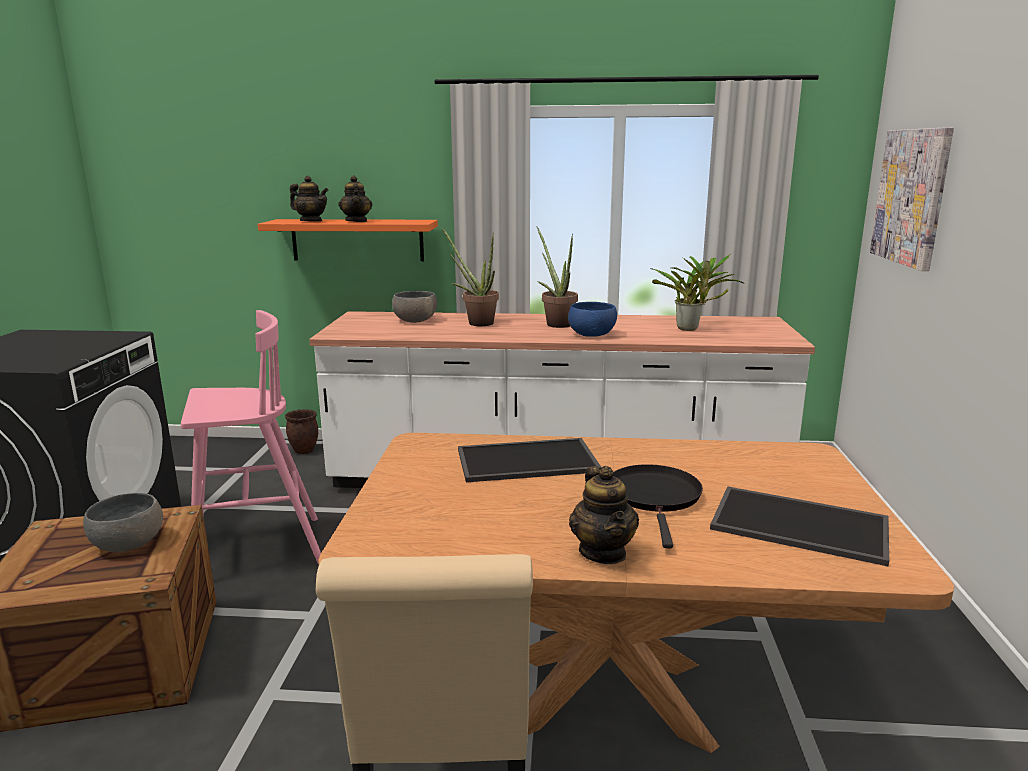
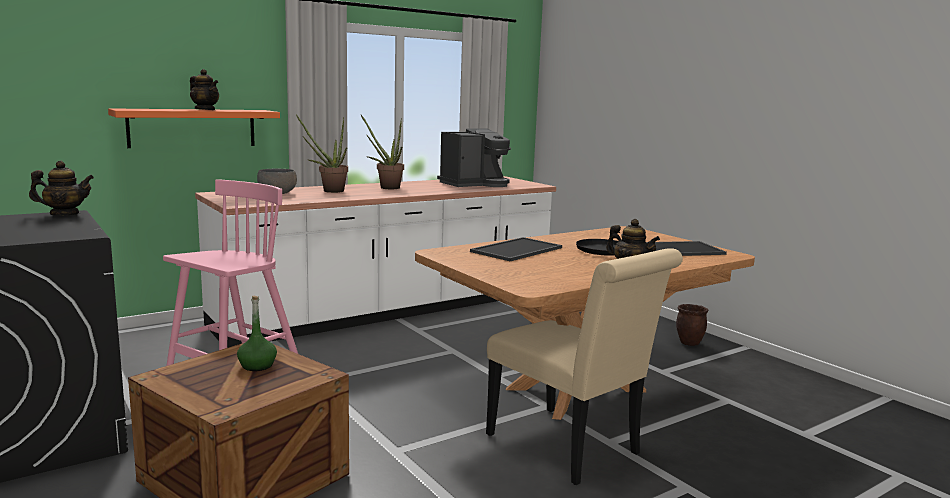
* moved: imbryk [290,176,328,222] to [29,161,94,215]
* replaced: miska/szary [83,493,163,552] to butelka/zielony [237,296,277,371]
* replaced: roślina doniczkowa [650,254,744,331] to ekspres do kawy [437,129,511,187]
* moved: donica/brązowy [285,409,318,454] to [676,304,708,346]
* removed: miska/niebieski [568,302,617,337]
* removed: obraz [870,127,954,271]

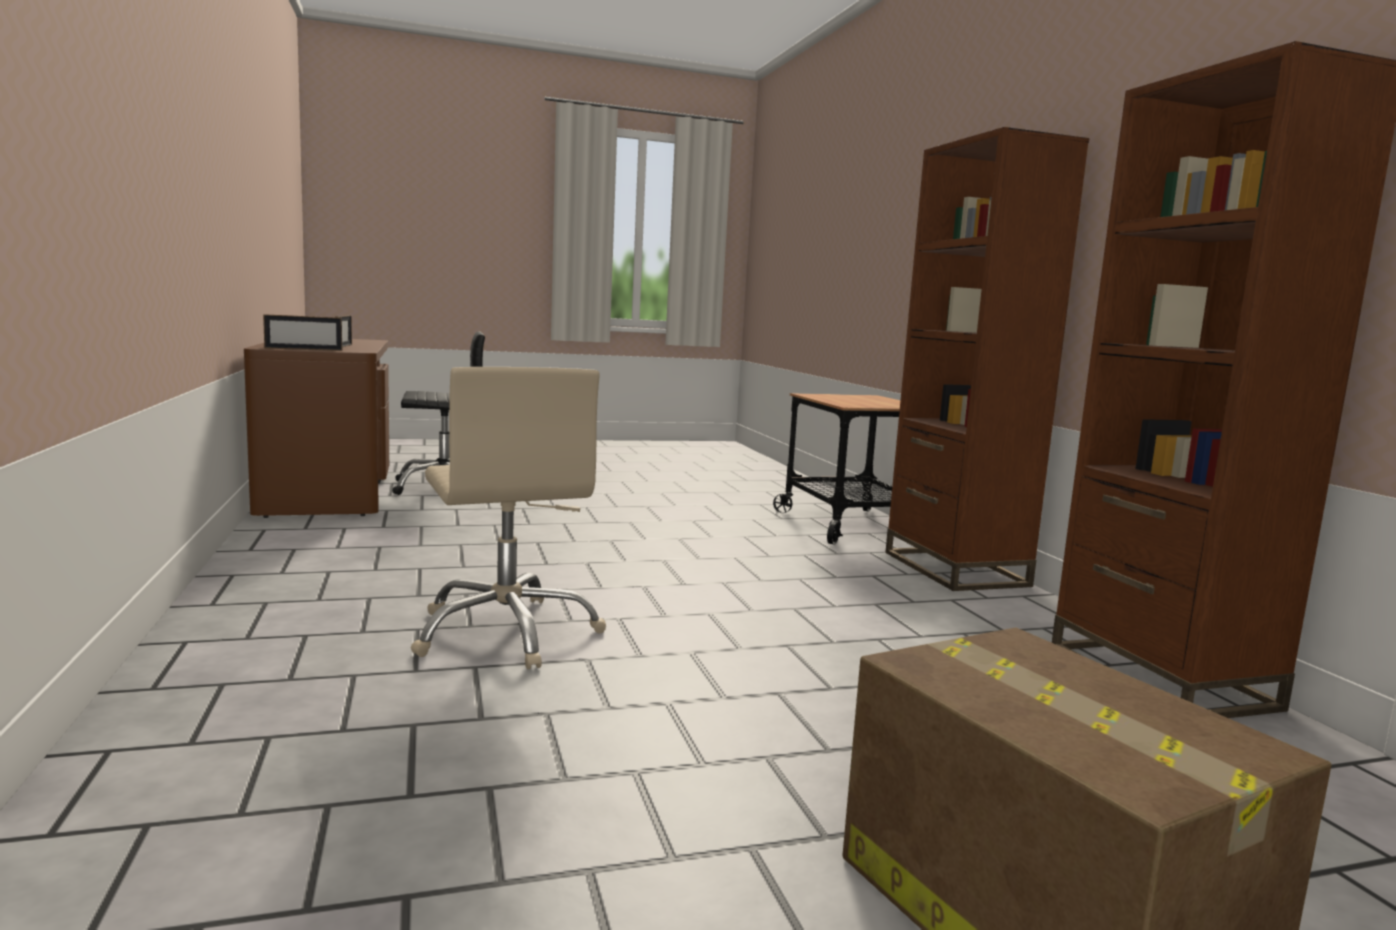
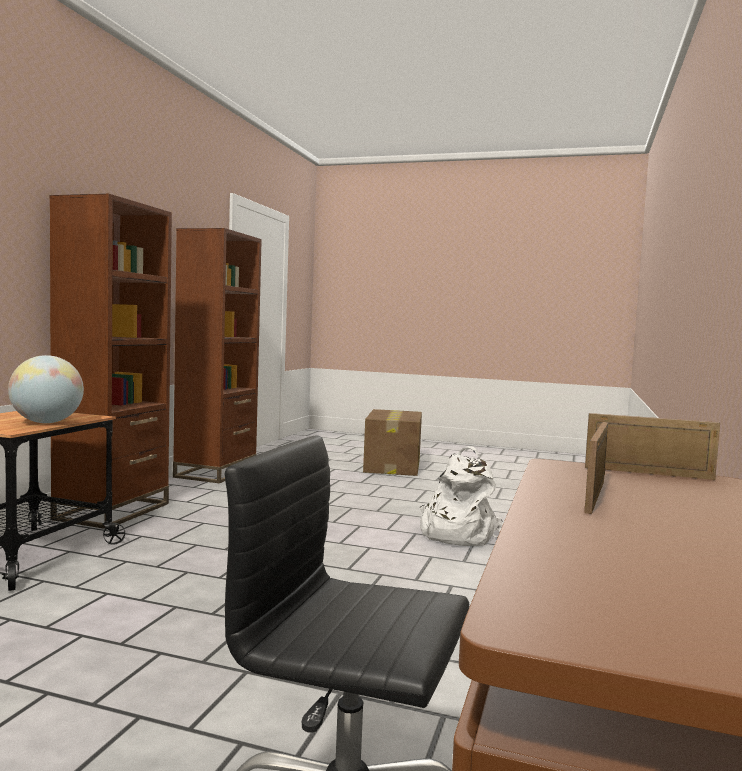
* added: globus [8,355,84,423]
* replaced: krzesło biurowe/beżowy [411,367,606,669] to plecak/biały [420,446,503,546]

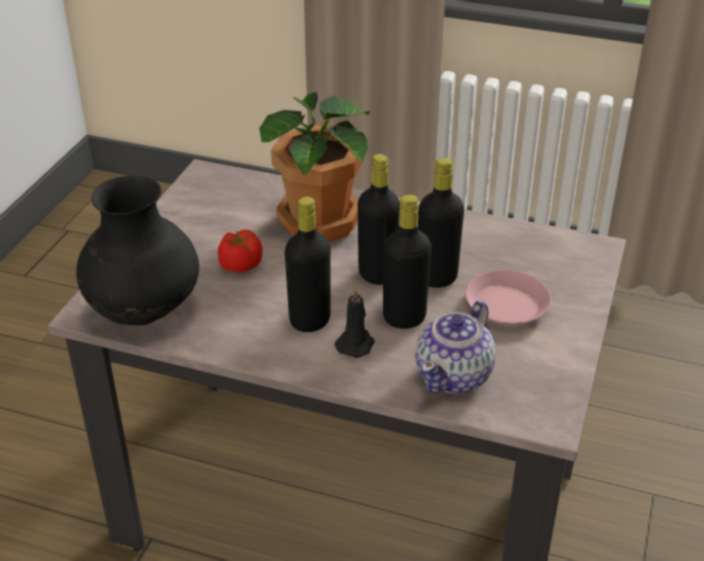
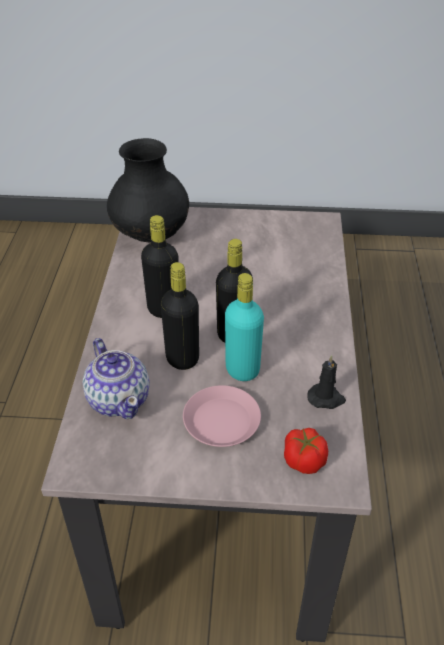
* turned: imbryk [415,301,495,394] = [82,338,150,419] 135 degrees counterclockwise
* recoloured: butelka/czarny [418,158,464,288] to butelka/turkusowy [225,273,264,381]
* moved: pomidor [218,230,263,273] to [284,428,328,474]
* moved: świeca/czarny [335,287,375,358] to [307,355,346,409]
* removed: roślina doniczkowa [259,92,370,242]

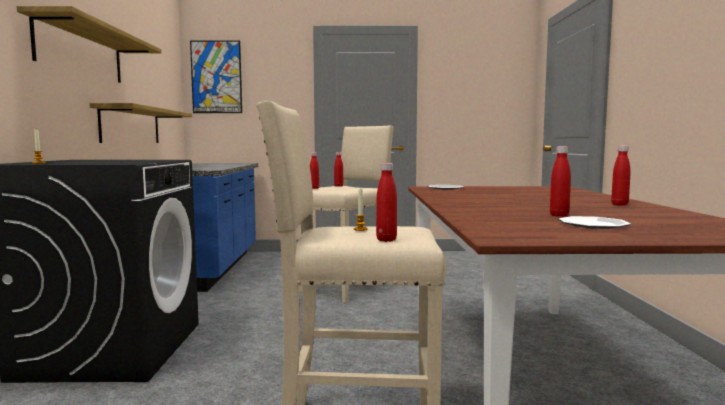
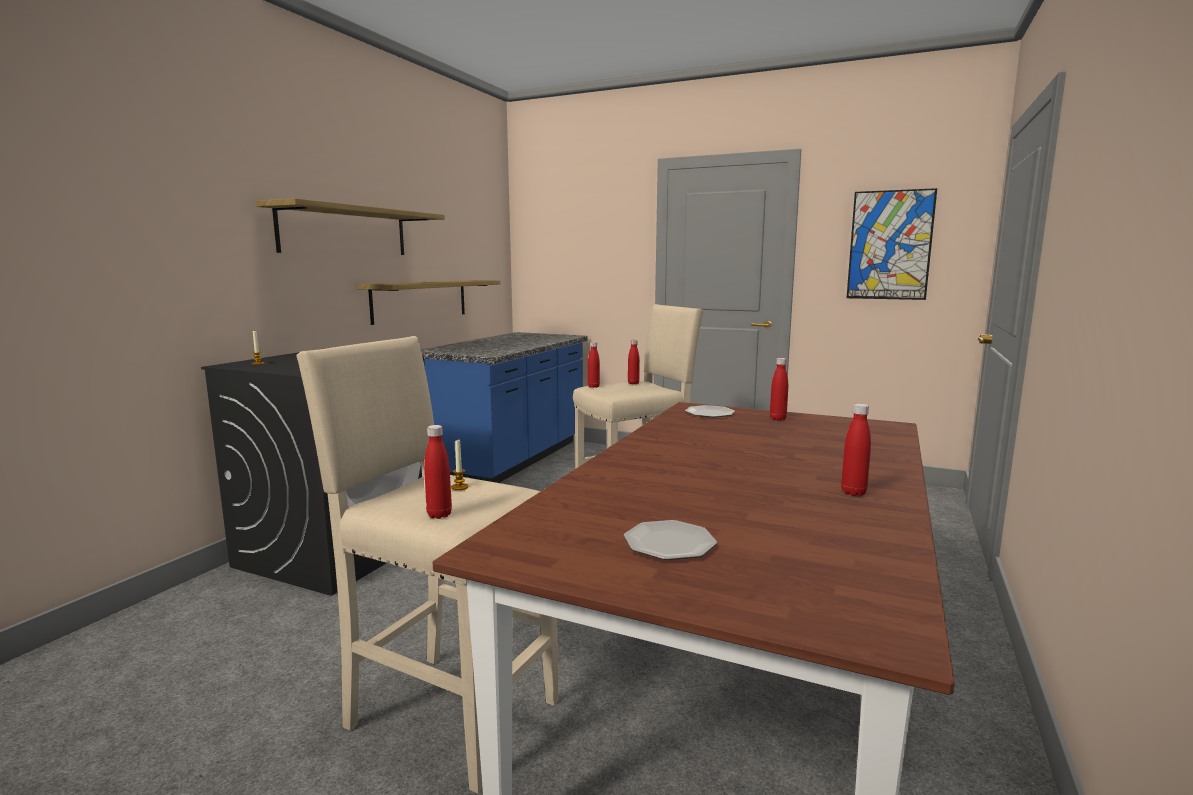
* moved: butelka/czerwony [550,146,571,217] to [770,358,788,421]
* moved: obraz [190,41,242,113] to [847,188,937,300]

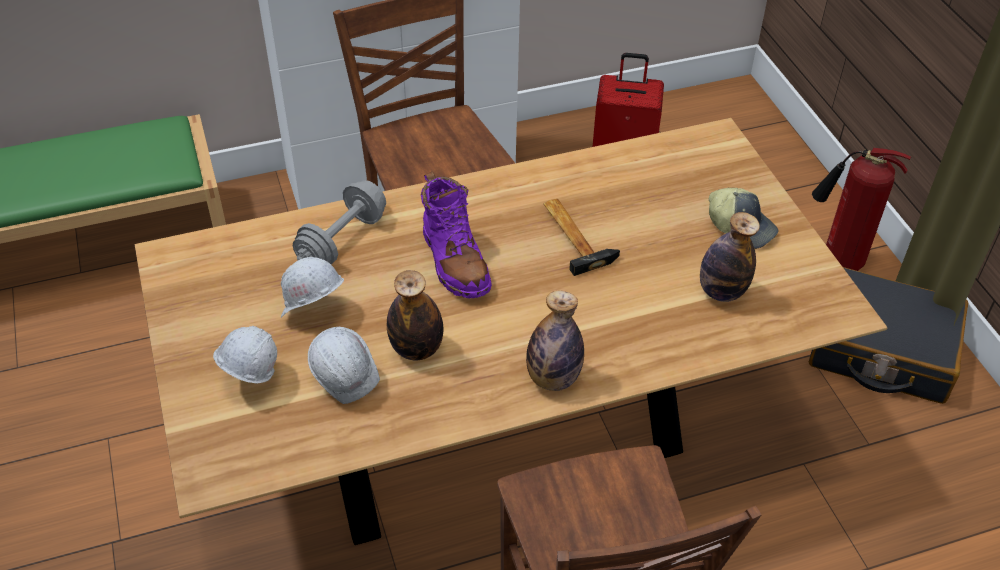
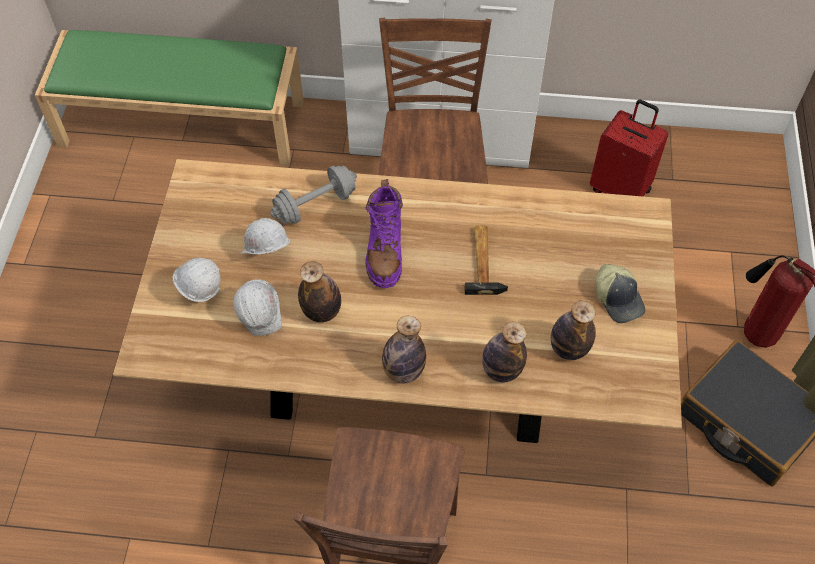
* added: butelka [482,321,527,382]

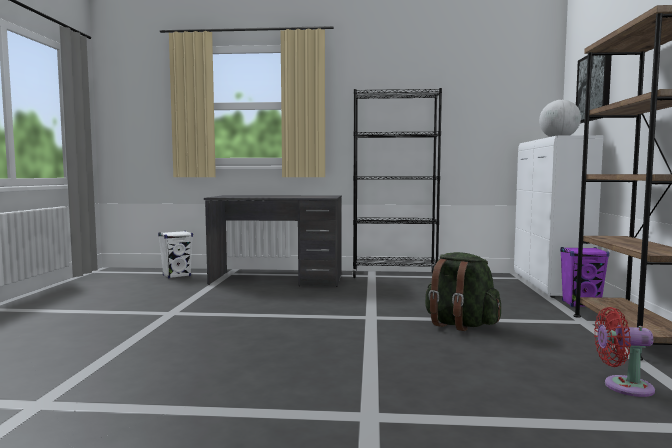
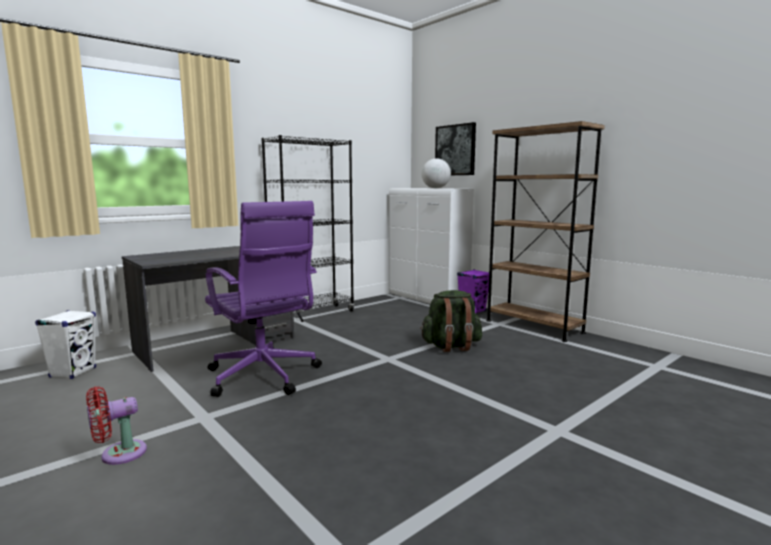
* moved: wentylator/czerwony [594,307,655,397] to [86,386,147,465]
* added: krzesło biurowe/fioletowy [205,201,322,397]

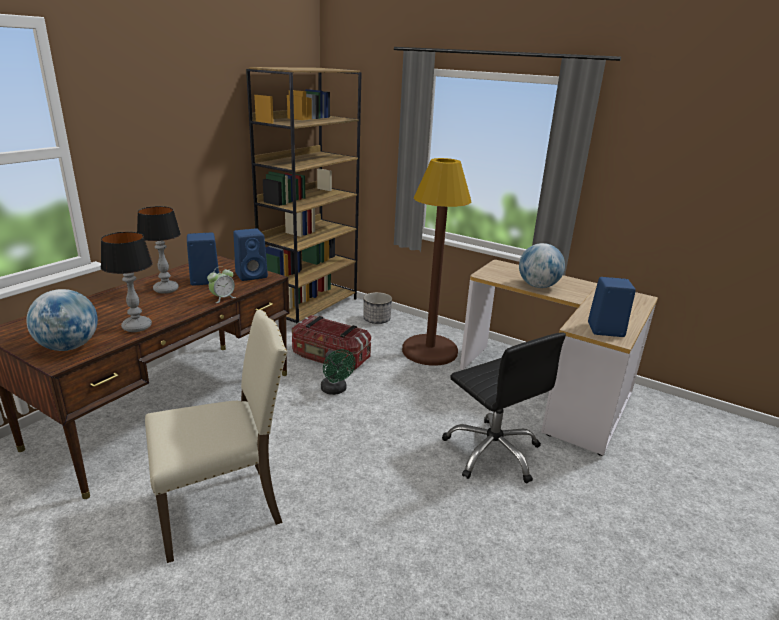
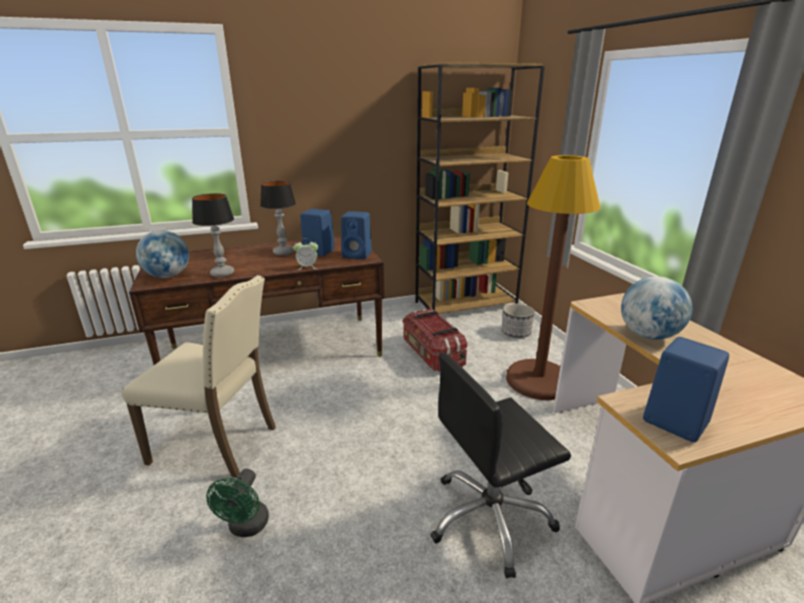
* moved: wentylator/zielony [321,349,355,395] to [206,469,269,537]
* turned: krzesło biurowe/czarny [442,332,566,483] = [430,353,571,579] 60 degrees clockwise

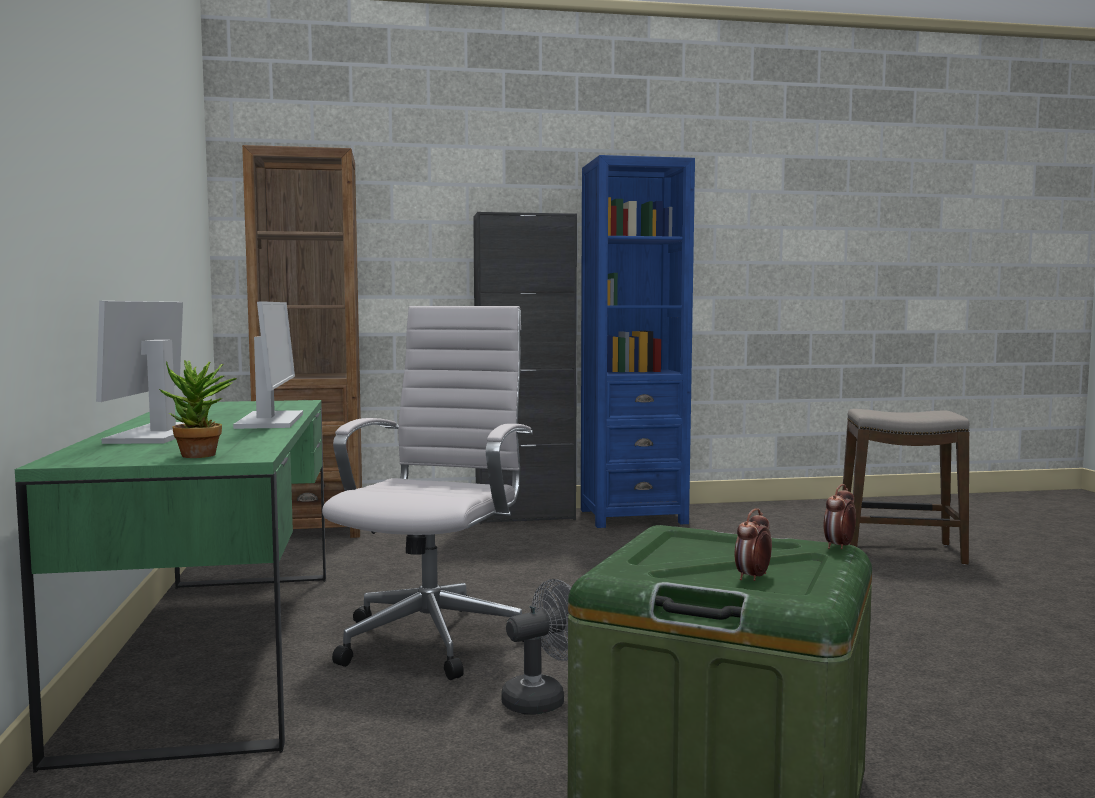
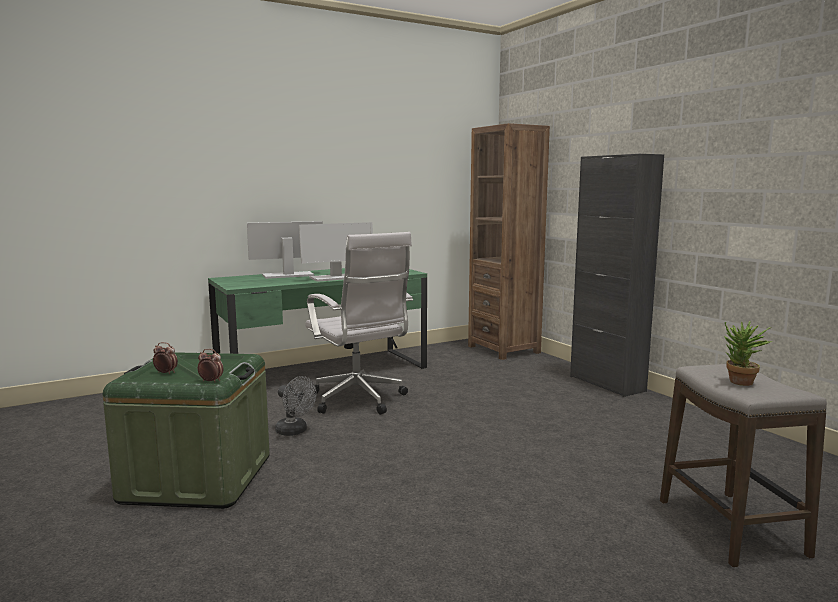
* turned: krzesło biurowe/biały [322,306,533,680] = [305,232,413,415] 60 degrees clockwise
* moved: roślina doniczkowa [159,360,237,458] to [724,321,773,386]
* removed: regał/niebieski [581,155,695,528]

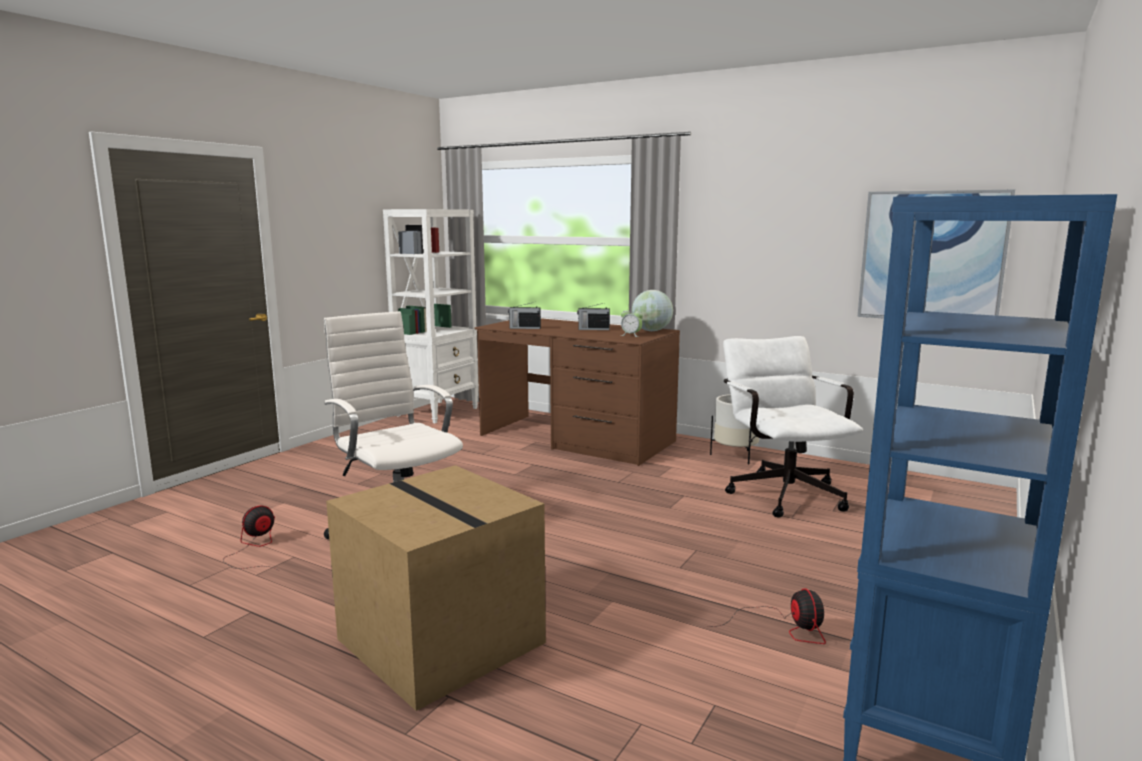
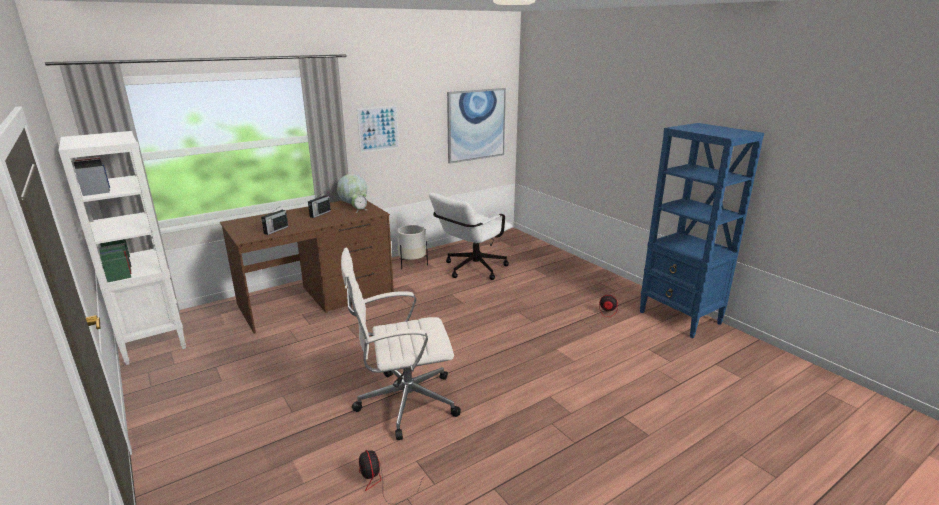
* added: obraz [357,105,399,153]
* turned: krzesło biurowe/biały [723,336,863,518] = [429,193,512,280] 60 degrees counterclockwise
* removed: karton [326,465,546,711]

